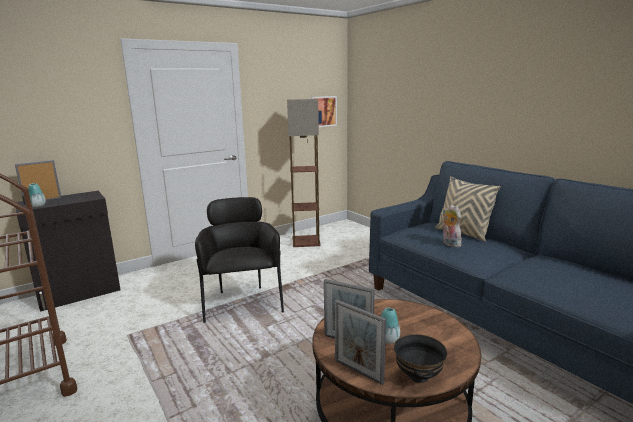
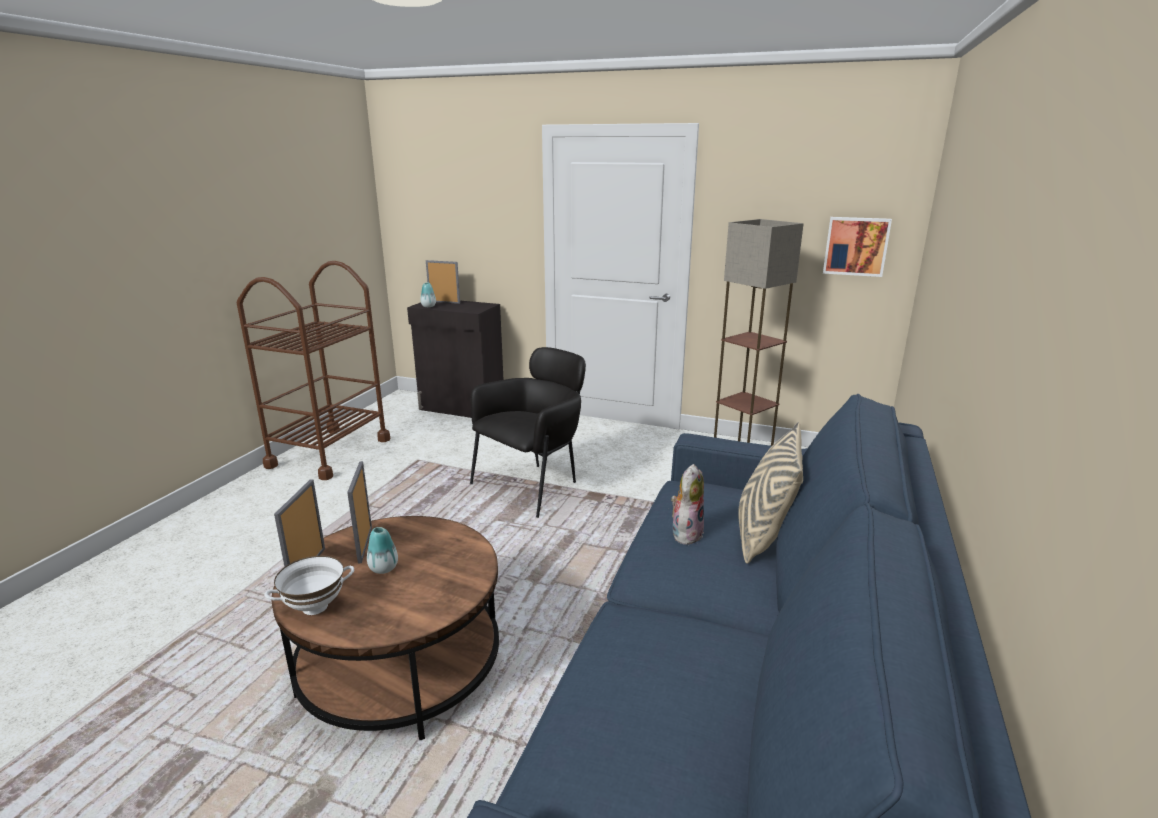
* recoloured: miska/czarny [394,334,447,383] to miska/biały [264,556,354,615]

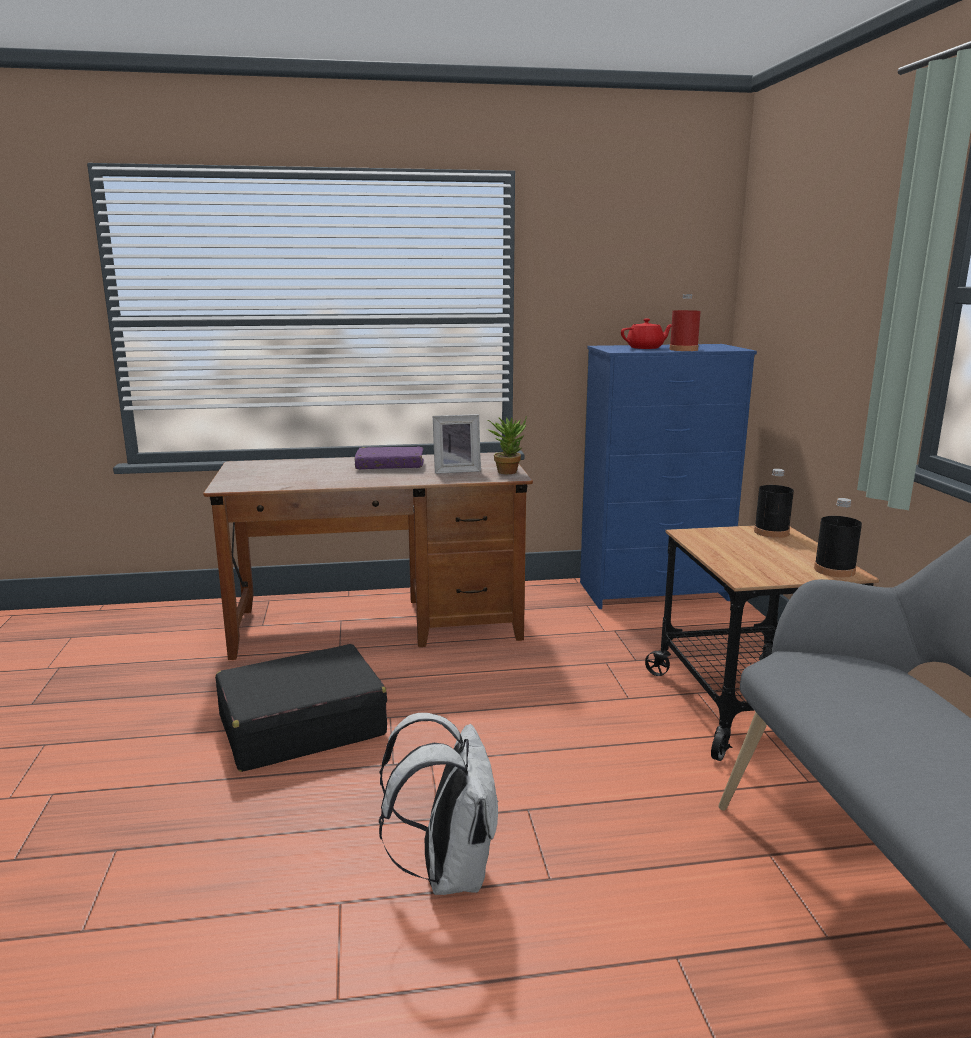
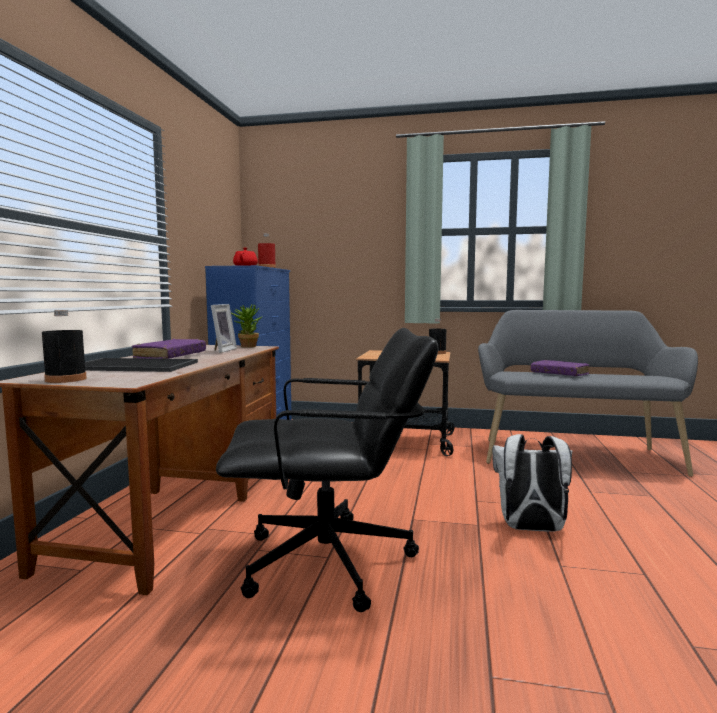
* moved: butelka/czarny [754,469,794,538] to [42,310,87,383]
* added: taca [85,358,198,372]
* replaced: walizka/czarny [215,644,387,772] to krzesło biurowe/czarny [216,328,438,612]
* added: książka/fioletowy [531,360,590,377]

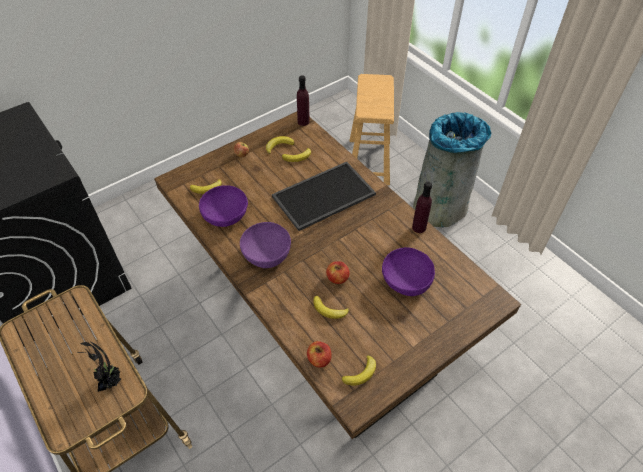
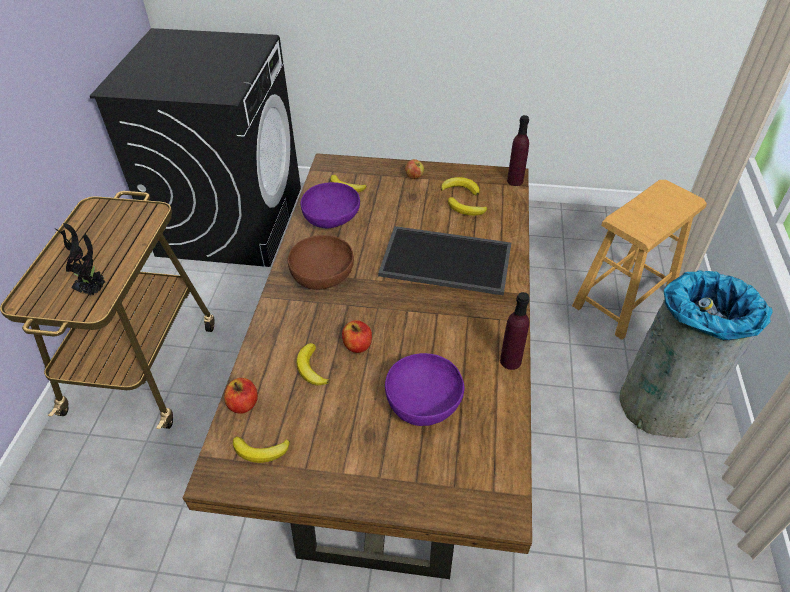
* recoloured: miska/fioletowy [240,222,291,268] to miska/brązowy [288,235,354,290]

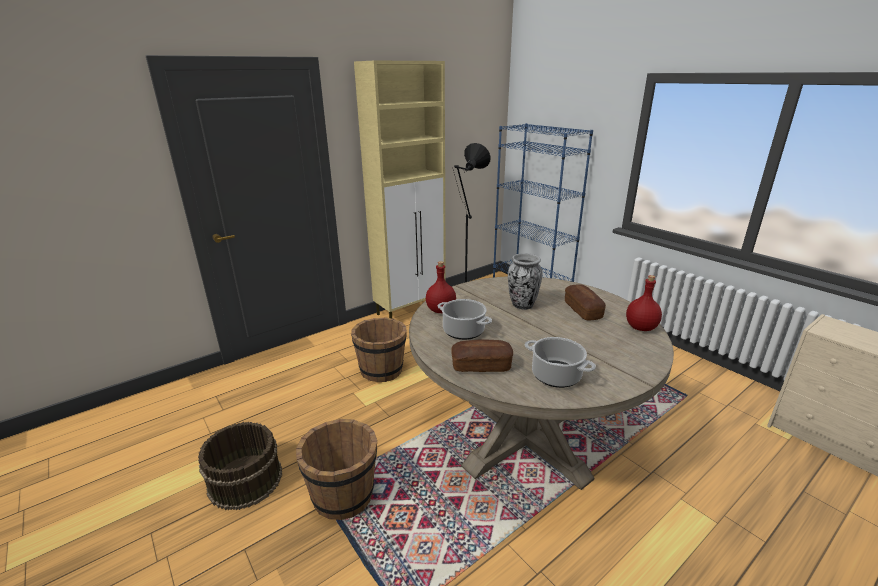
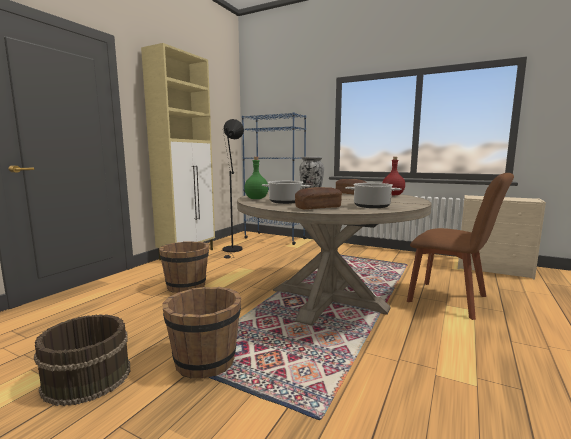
* recoloured: butelka/czerwony [426,261,456,313] to butelka/zielony [244,157,268,199]
* added: krzesło/brązowy [407,173,514,320]

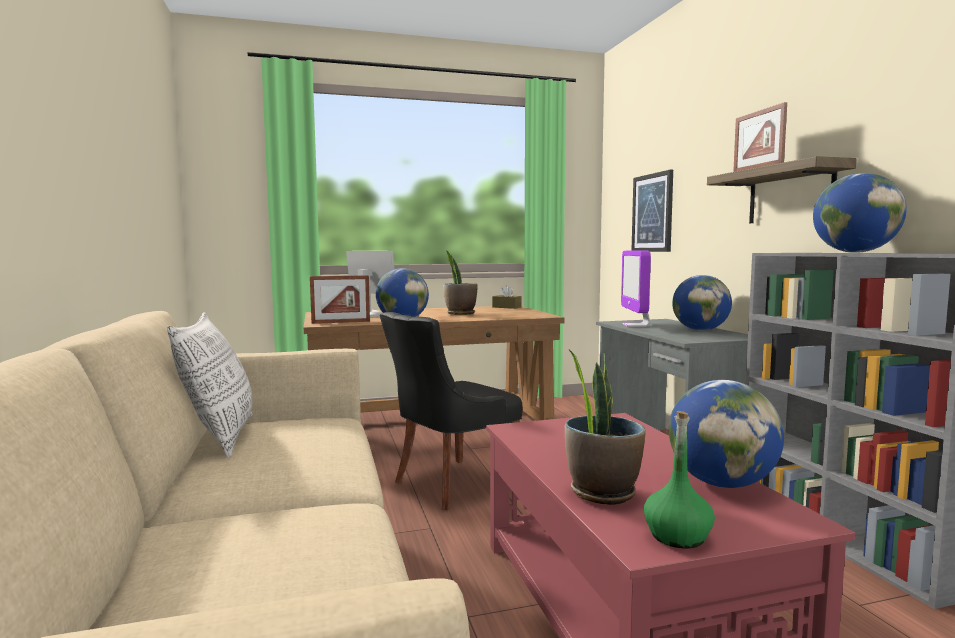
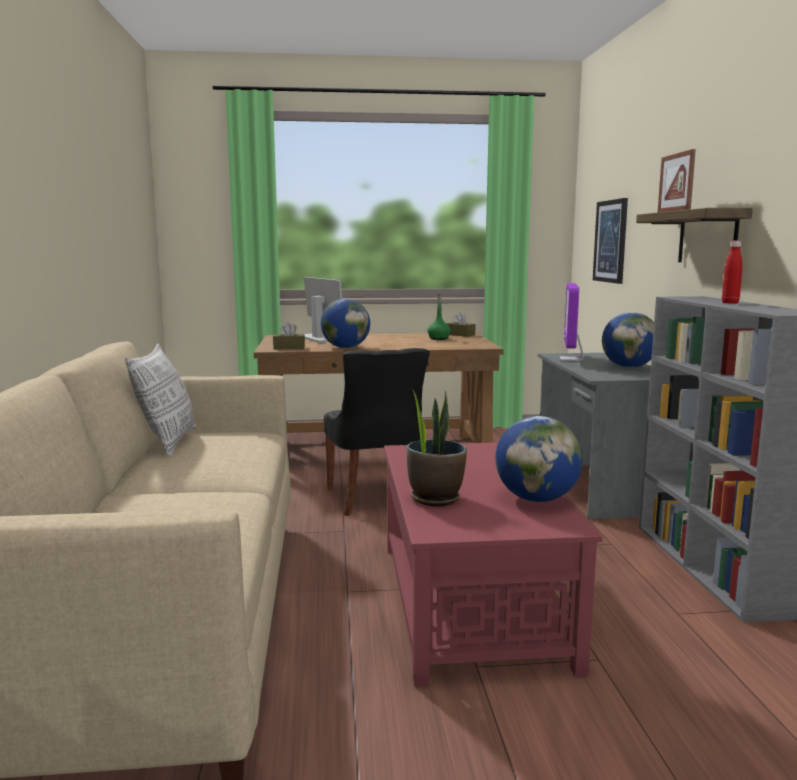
* replaced: ramka na zdjęcie [310,275,370,324] to pudełko chusteczek/brązowy [273,322,305,349]
* turned: krzesło/czarny [380,312,523,510] = [324,348,430,516] 75 degrees counterclockwise
* moved: butelka/zielony [644,411,715,548] to [427,294,451,340]
* replaced: globus [813,173,907,253] to butelka/czerwony [722,241,742,304]
* removed: roślina doniczkowa [443,251,478,315]

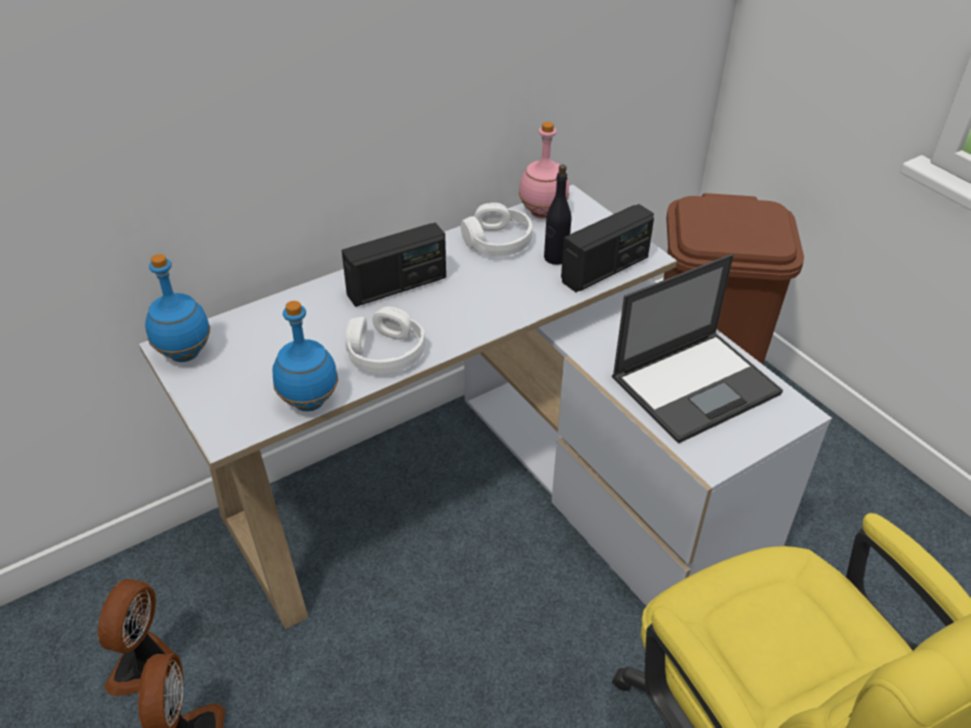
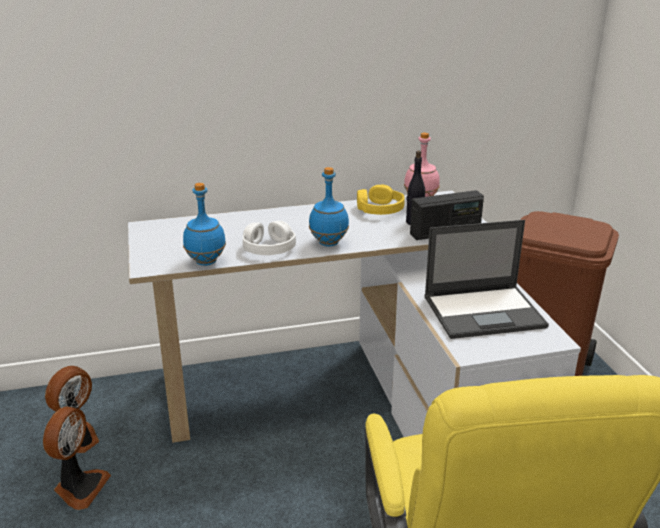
* moved: butelka/niebieski [145,254,210,362] to [309,167,349,247]
* recoloured: słuchawki/biały [461,203,532,256] to słuchawki/żółty [357,184,405,215]
* removed: radio [342,223,446,307]

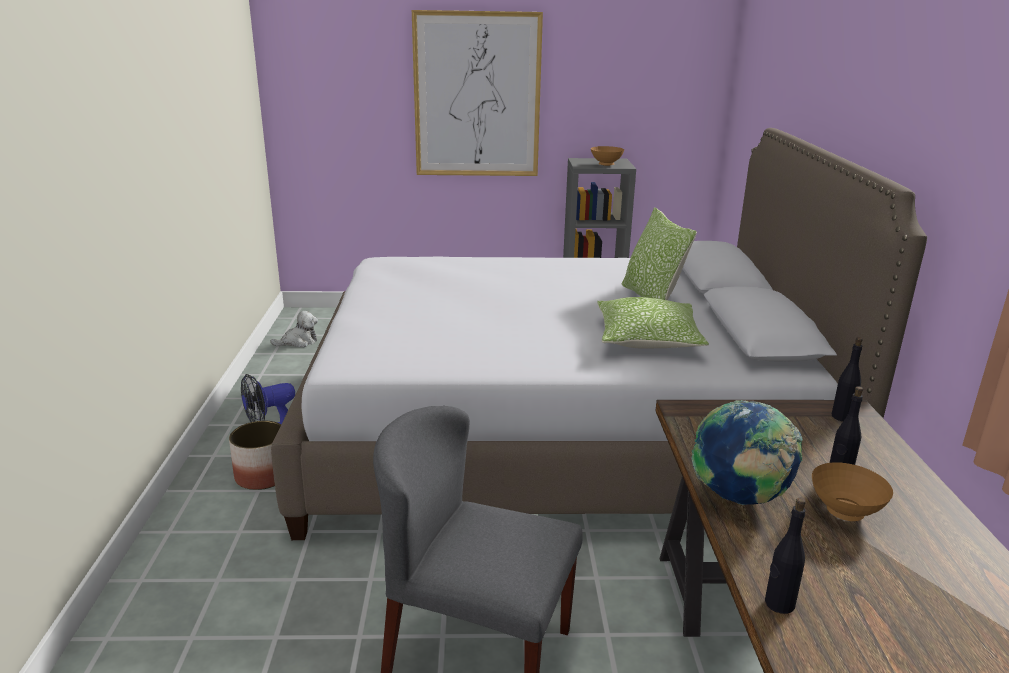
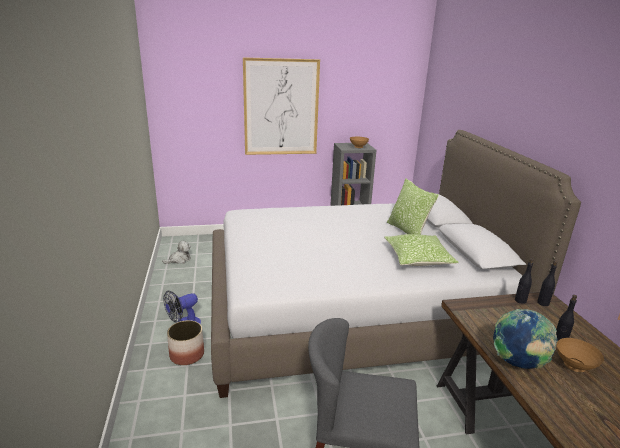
* moved: butelka/czarny [765,498,806,614] to [515,258,533,304]

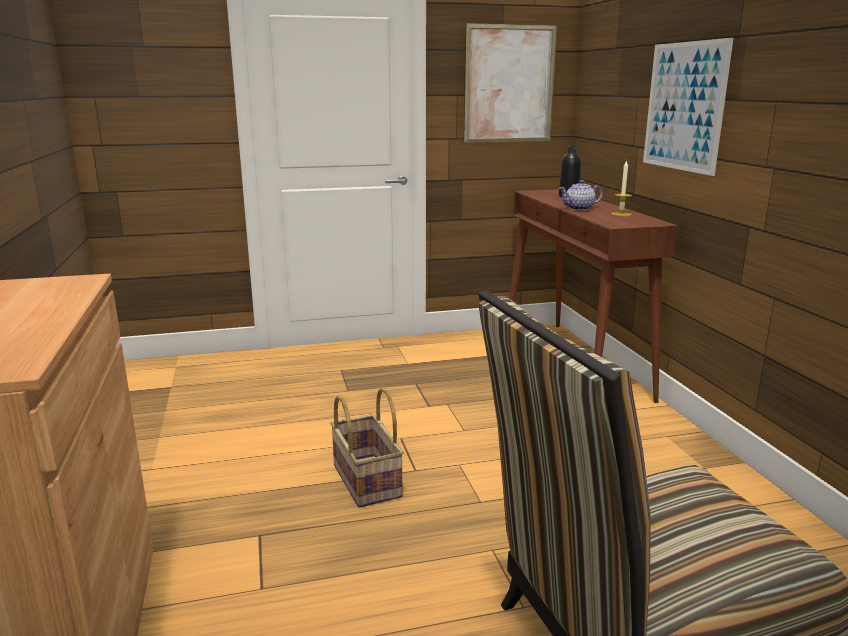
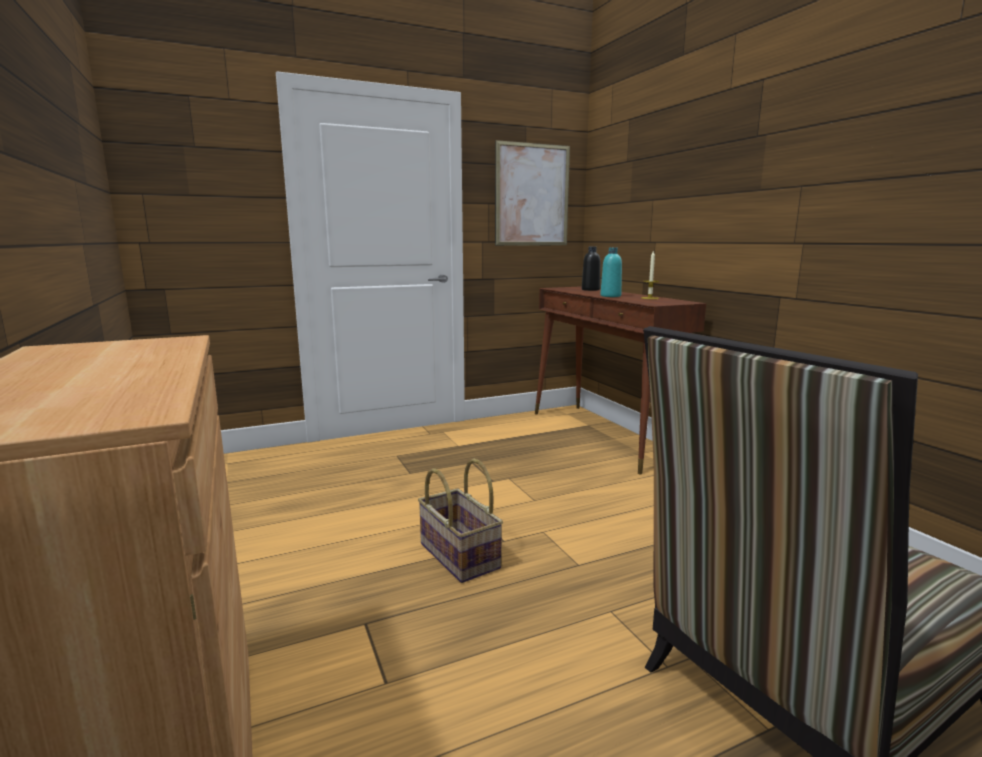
* replaced: imbryk [559,180,603,211] to butelka/turkusowy [601,247,622,297]
* removed: obraz [643,38,734,176]

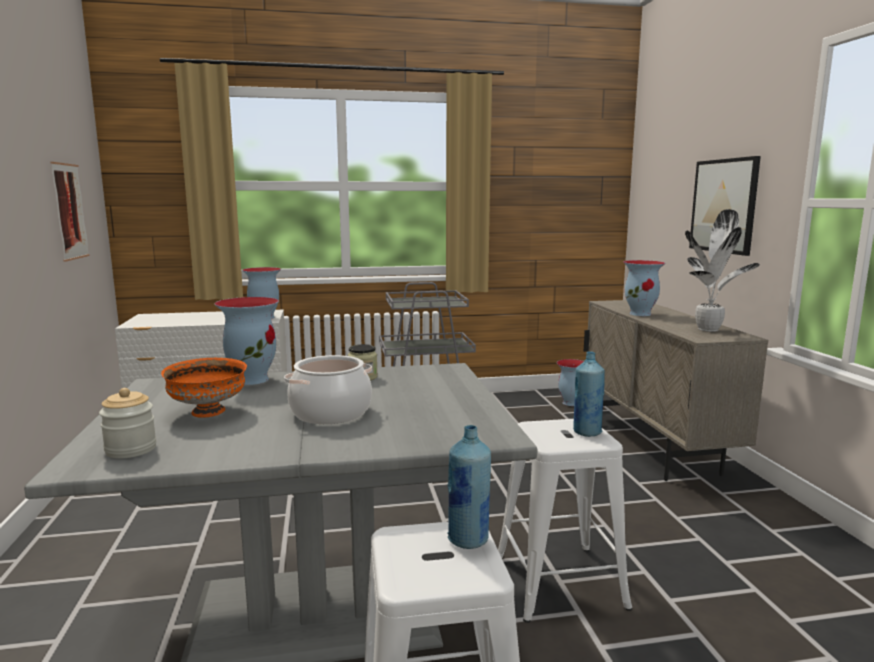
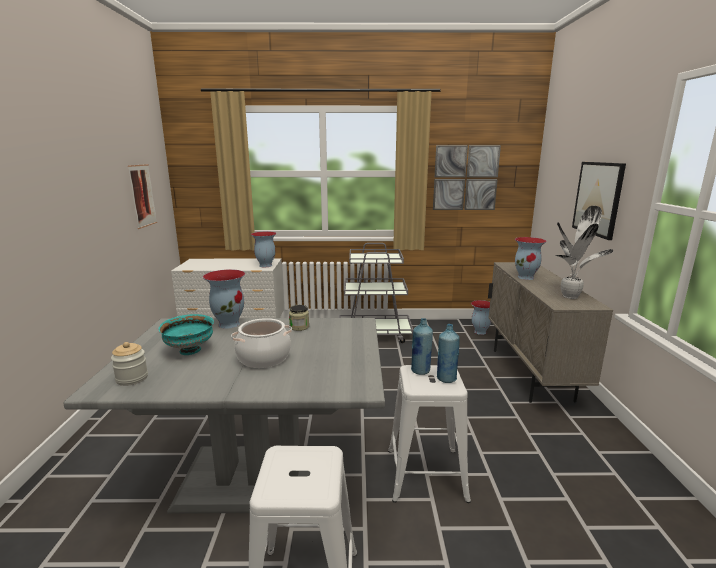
* recoloured: miska/pomarańczowy [161,358,247,418] to miska/turkusowy [159,314,214,355]
* moved: butelka/niebieski [447,425,491,549] to [411,318,433,375]
* added: obraz [433,145,501,210]

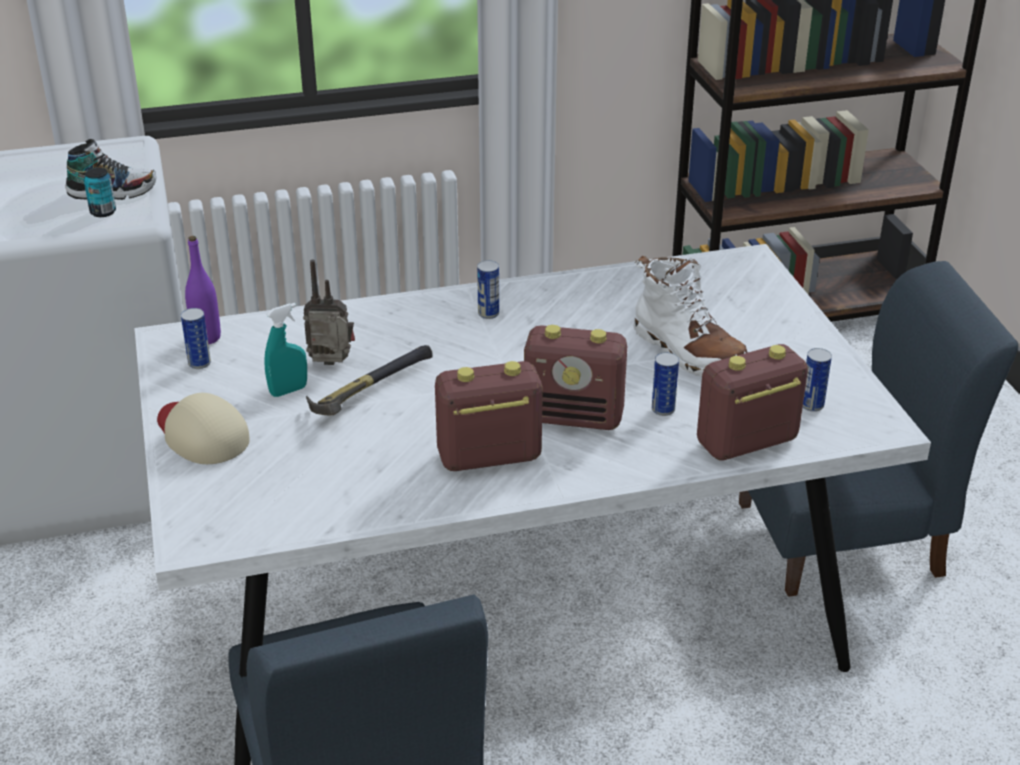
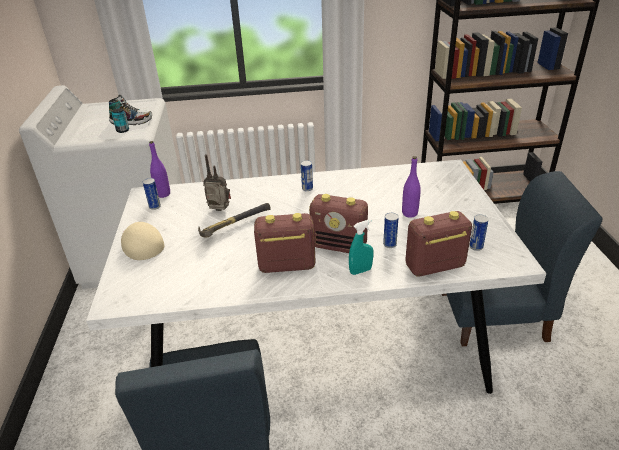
* moved: spryskiwacz/turkusowy [264,303,307,397] to [349,219,373,275]
* replaced: but z cholewką/biały [633,256,748,378] to butelka/fioletowy [402,156,421,218]

